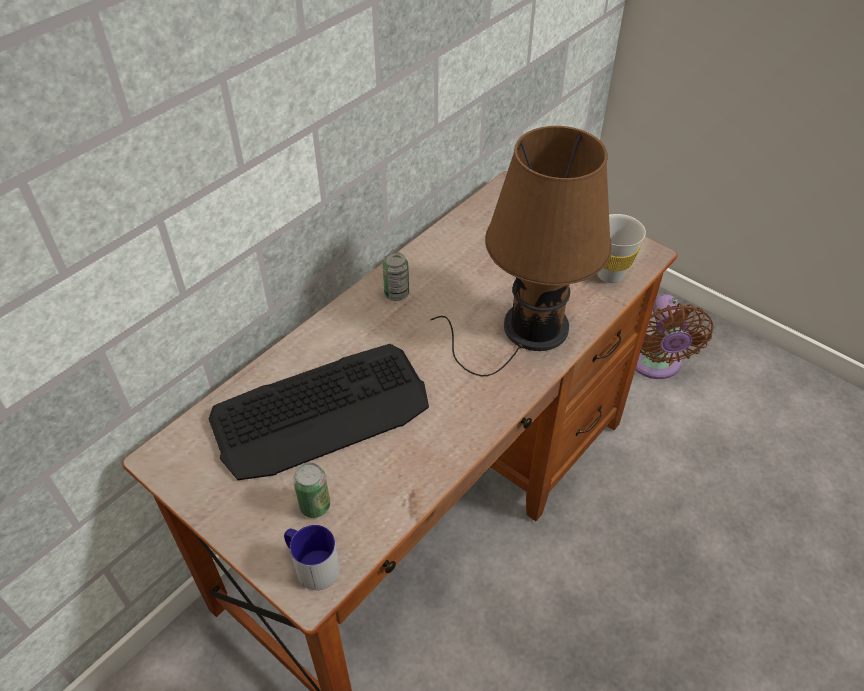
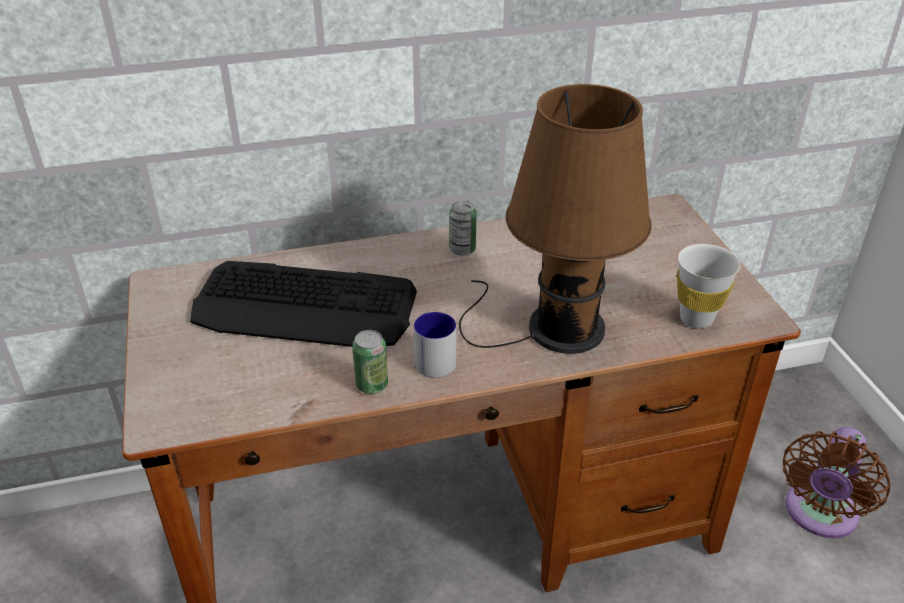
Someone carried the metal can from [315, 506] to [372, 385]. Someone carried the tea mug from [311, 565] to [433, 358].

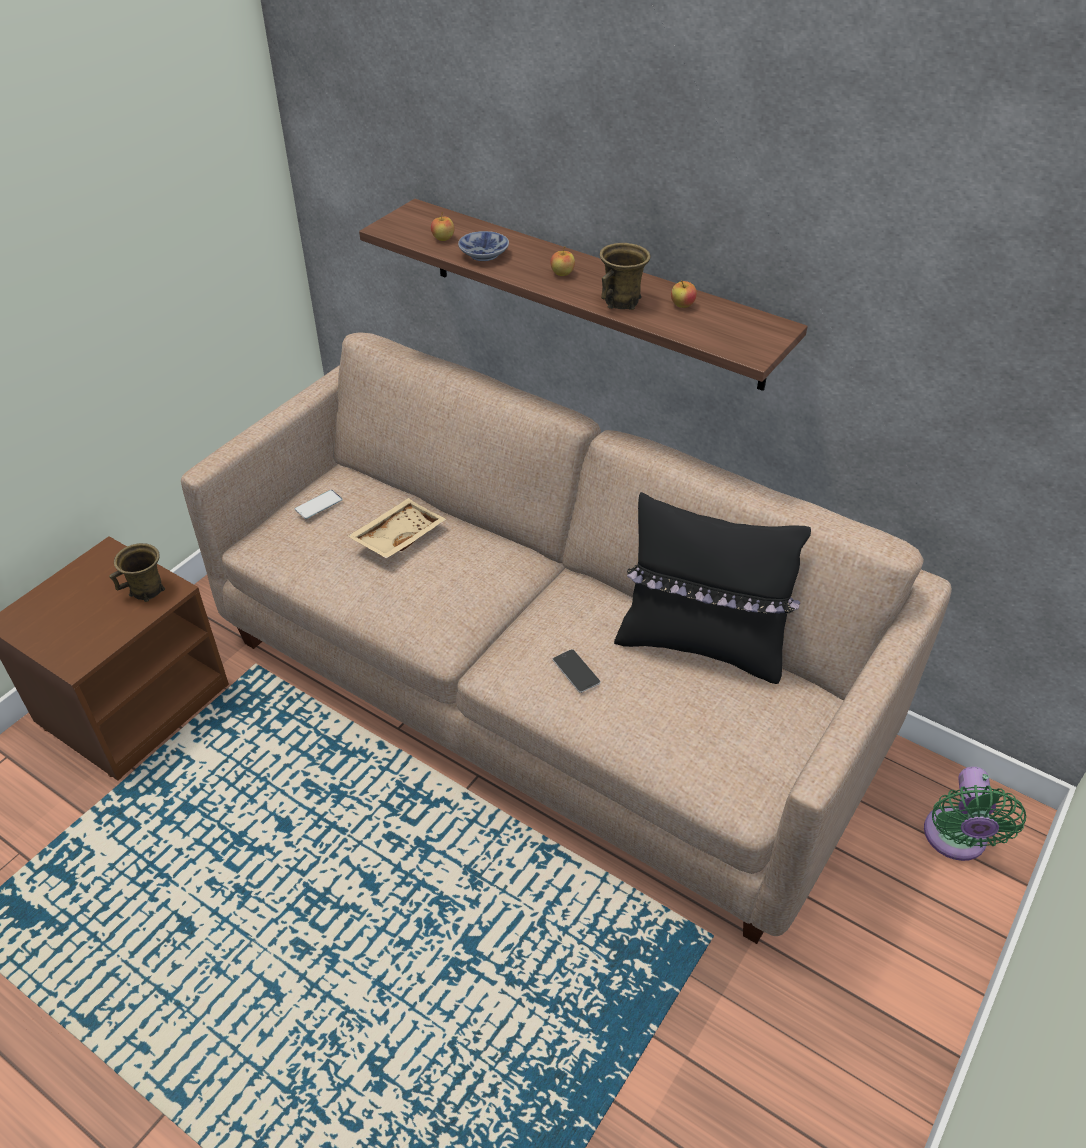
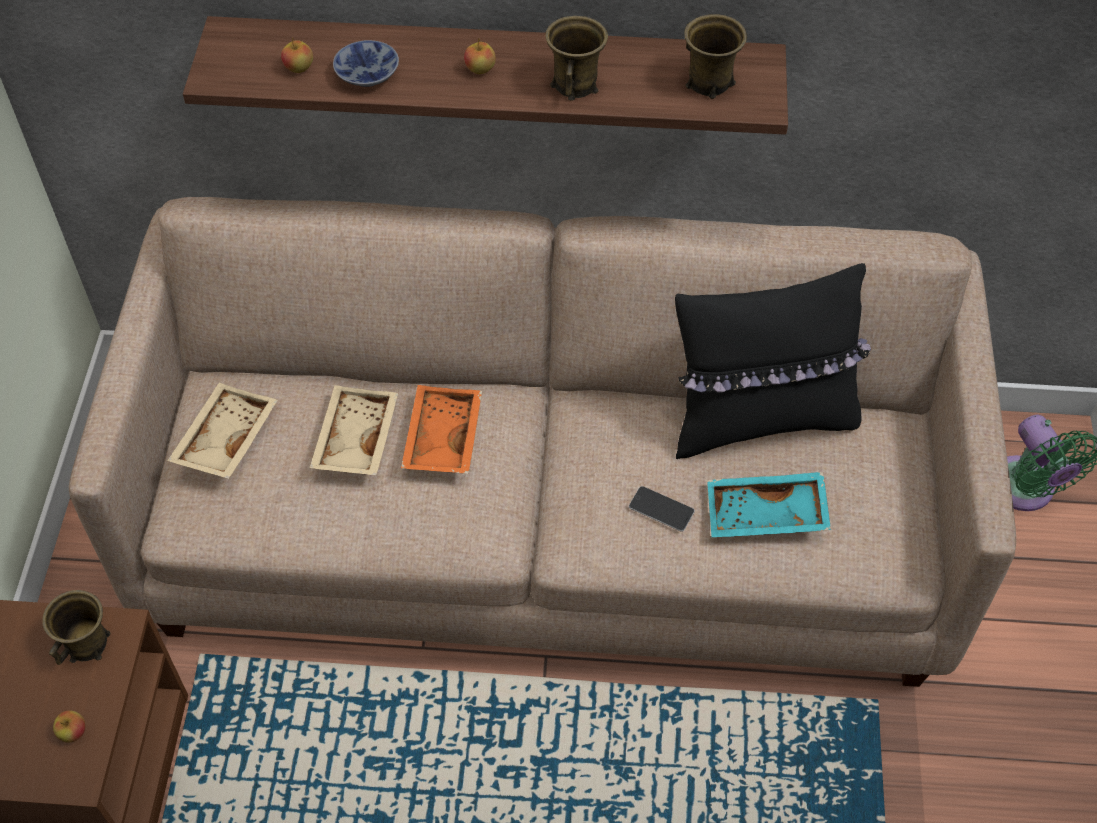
Someone carried the apple from [682, 305] to [73, 732]. Someone swapped the telephone at [318, 504] for the serving tray (beige) at [224, 438]. Someone put down the serving tray (orange) at [441, 438]. Someone put down the tea mug (brownish) at [708, 83]. Someone put down the serving tray (blue-green) at [765, 516].

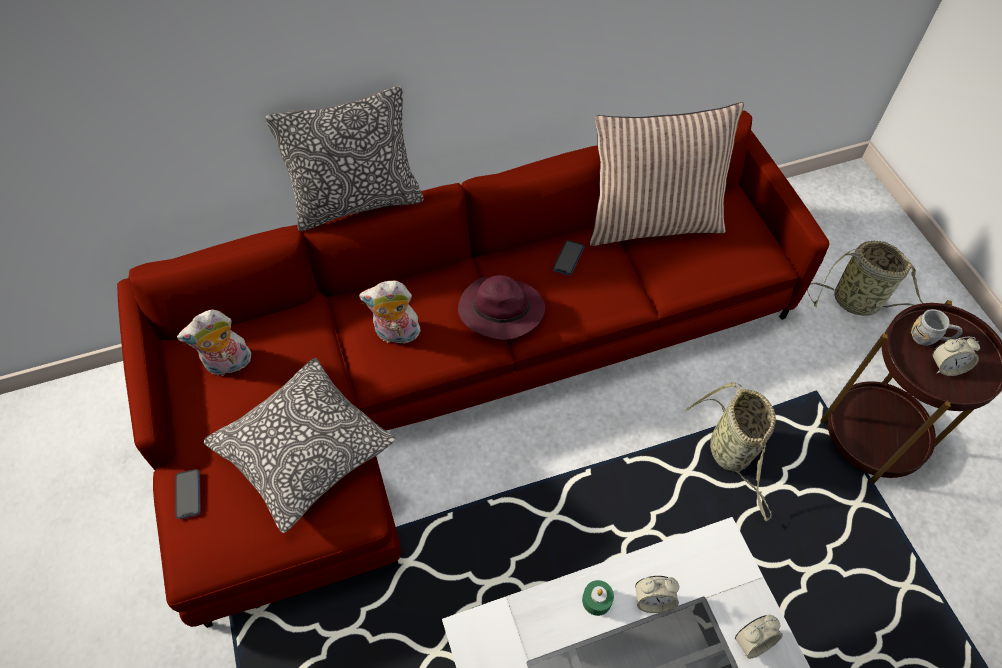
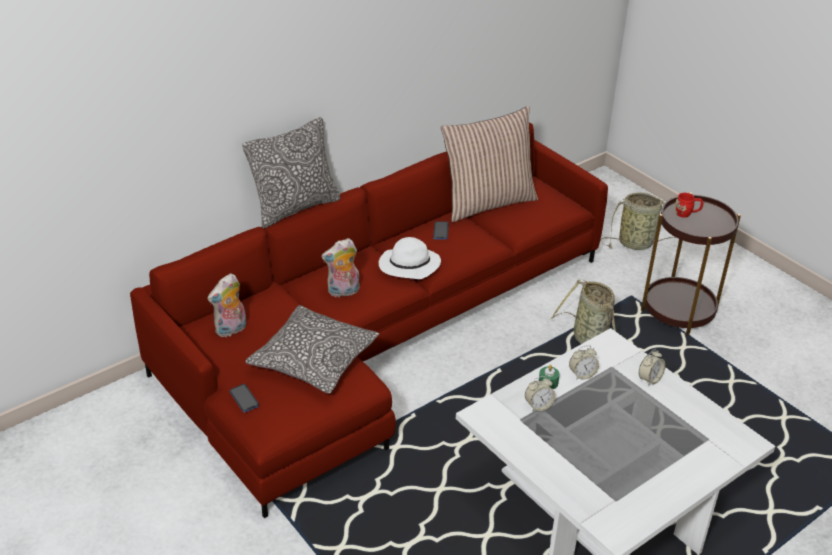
Someone repainted the clothing hat (purple-coloured) at [499, 311], which became the clothing hat (white) at [408, 266]. Someone carried the alarm clock from [946, 367] to [538, 406]. Someone repainted the tea mug (grey) at [929, 338], which became the tea mug (red-coloured) at [687, 213].

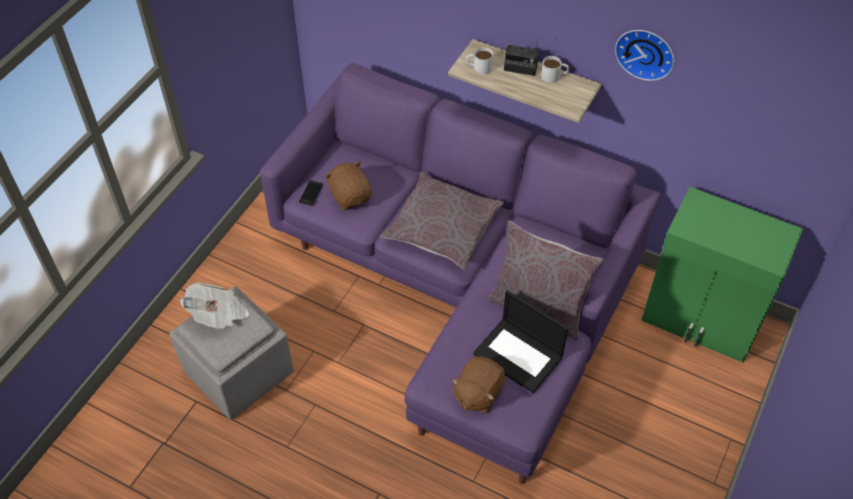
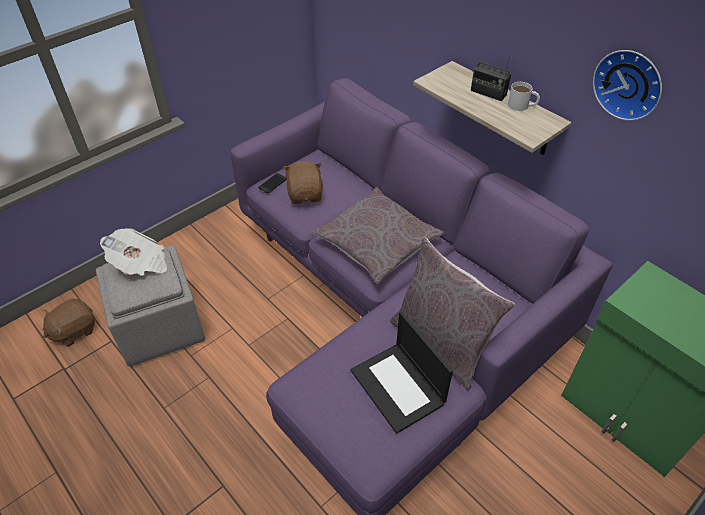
Someone carried the cuddly toy (brownish) from [477, 393] to [74, 330]. Someone took away the tea mug (white) at [479, 67].

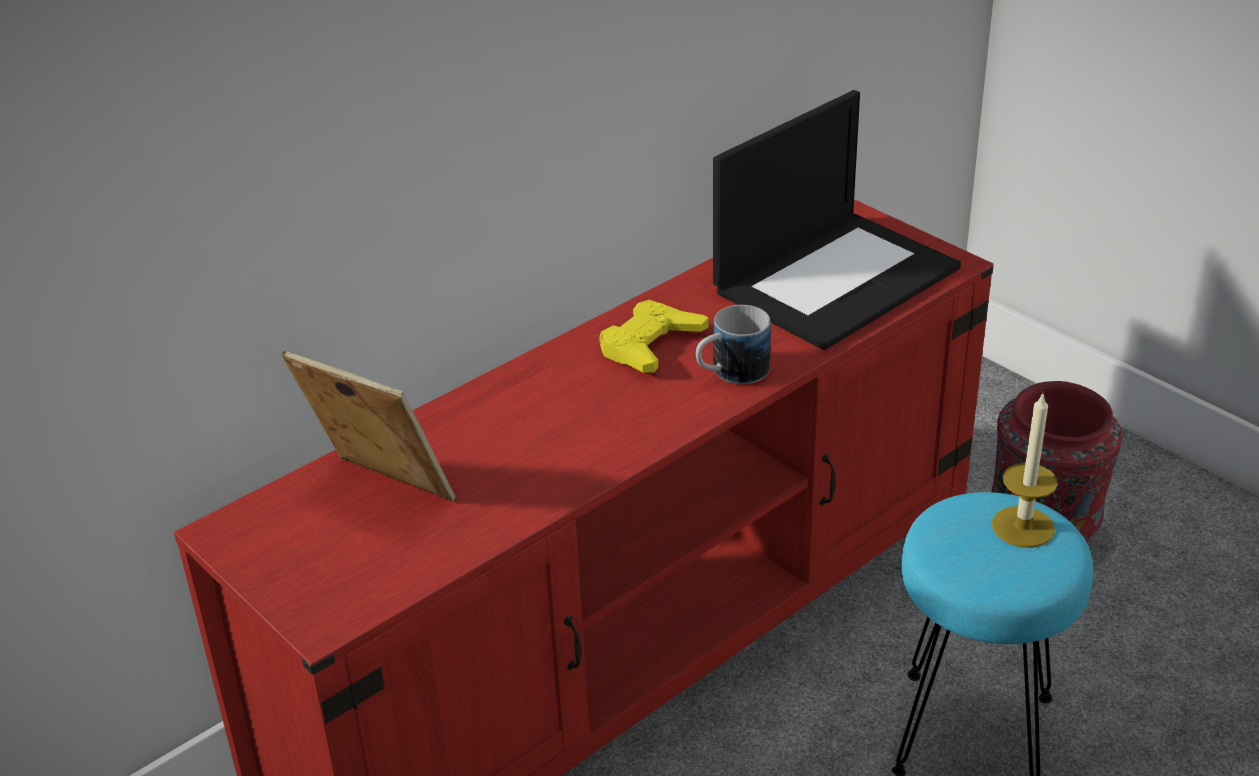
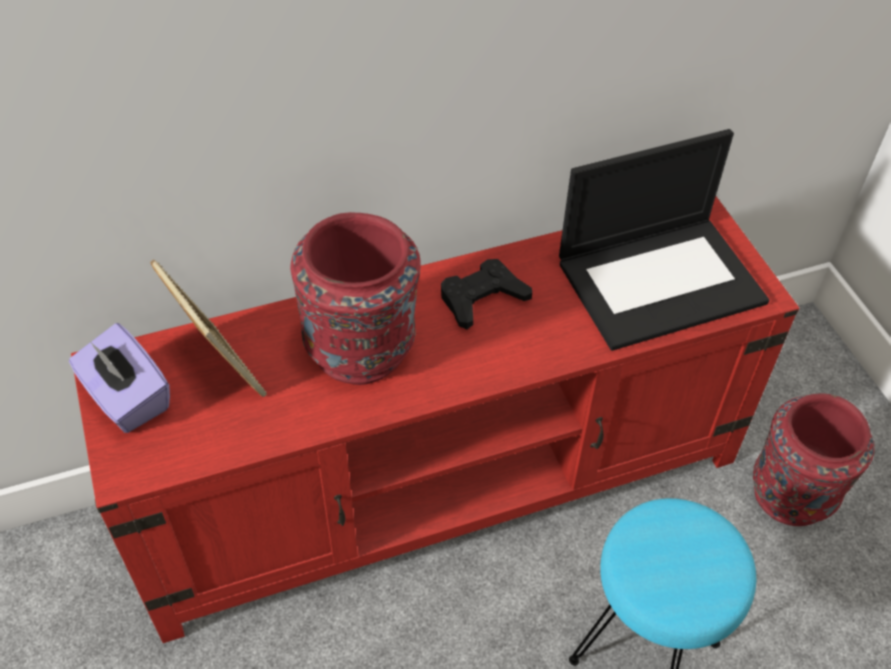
Someone put down the box of tissues (purple-coloured) at [127, 398]. Someone put down the flower vase (red-coloured) at [362, 349]. Someone repainted the joypad (yellow) at [650, 345], which became the joypad (blackish) at [482, 298]. Someone took away the tea mug at [730, 373]. Someone took away the wax candle at [1023, 527].

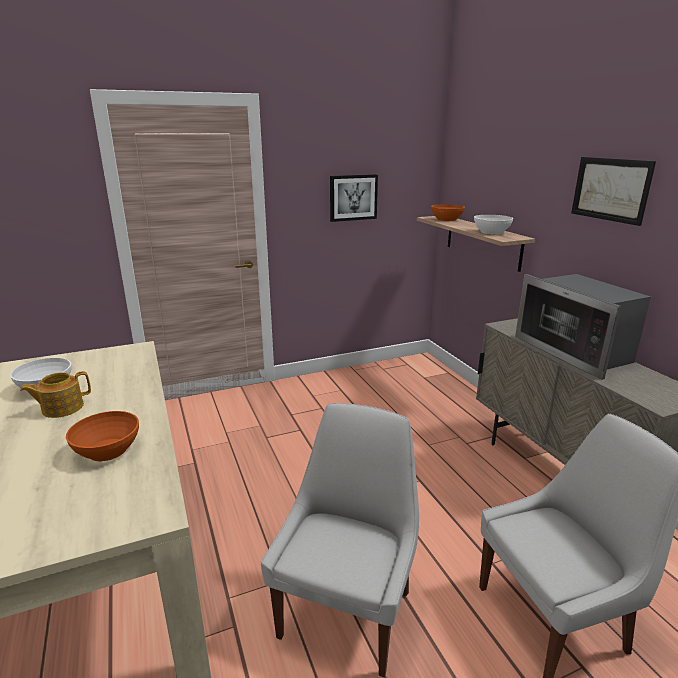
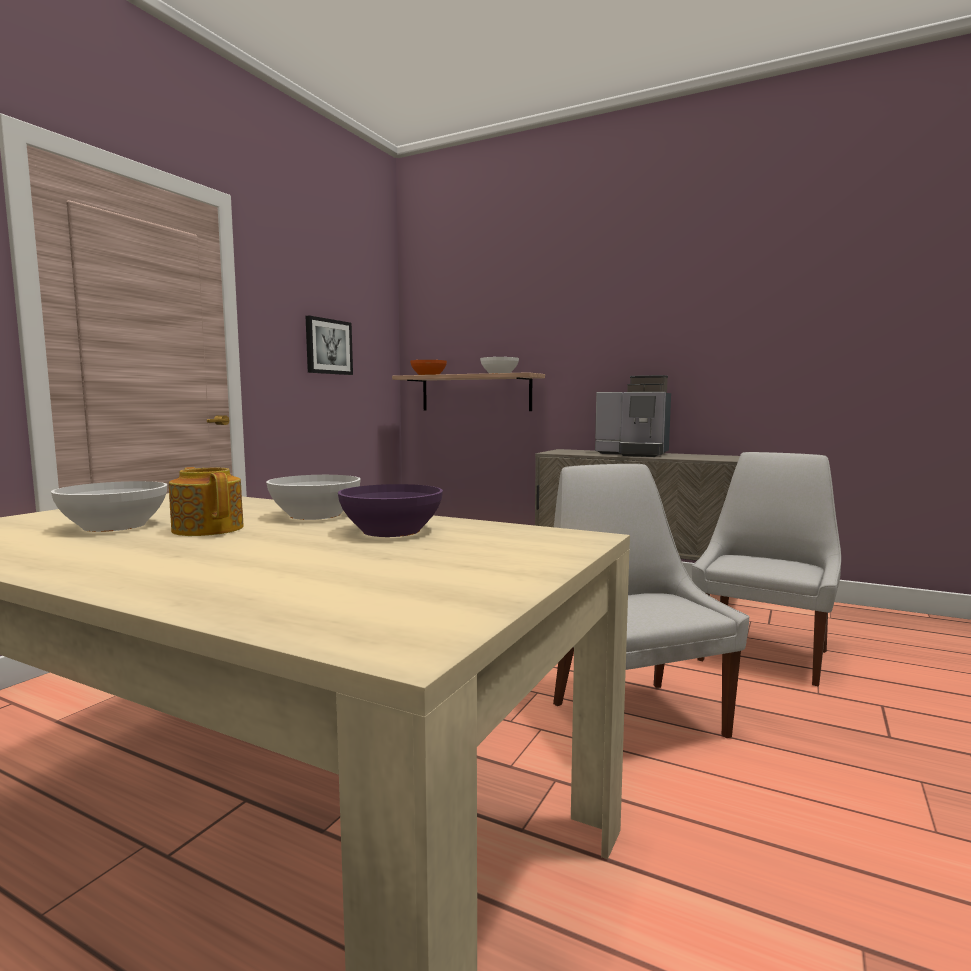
Someone rotated the teapot at [61, 408] by 120 degrees clockwise. Someone put down the serving bowl (white) at [315, 515]. Someone repainted the serving bowl (orange) at [108, 450], which became the serving bowl (purple-coloured) at [392, 530]. Someone swapped the microwave at [575, 351] for the coffee maker at [634, 454]. Someone took away the wall picture at [610, 189].

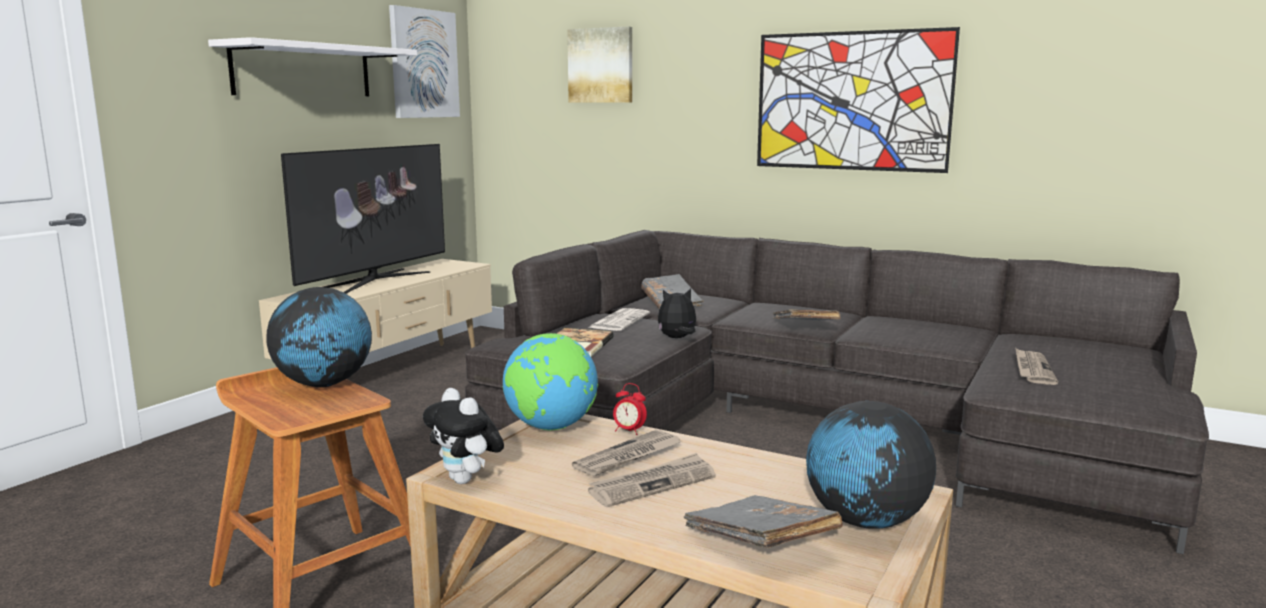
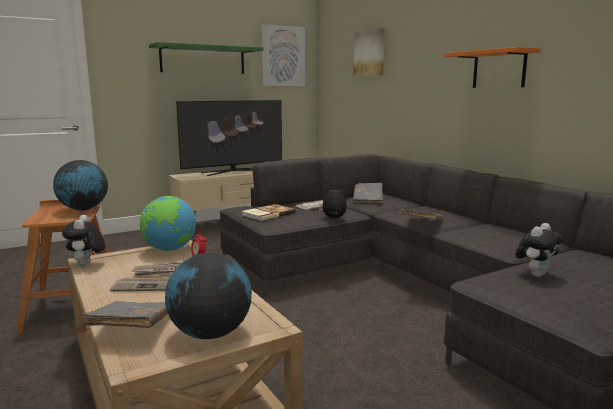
Someone repainted the shelf (white) at [303, 71], which became the shelf (green-coloured) at [203, 60]. Someone swapped the wall picture at [851, 101] for the shelf (orange) at [499, 69]. Someone swapped the newspaper at [1032, 369] for the cuddly toy at [535, 274].

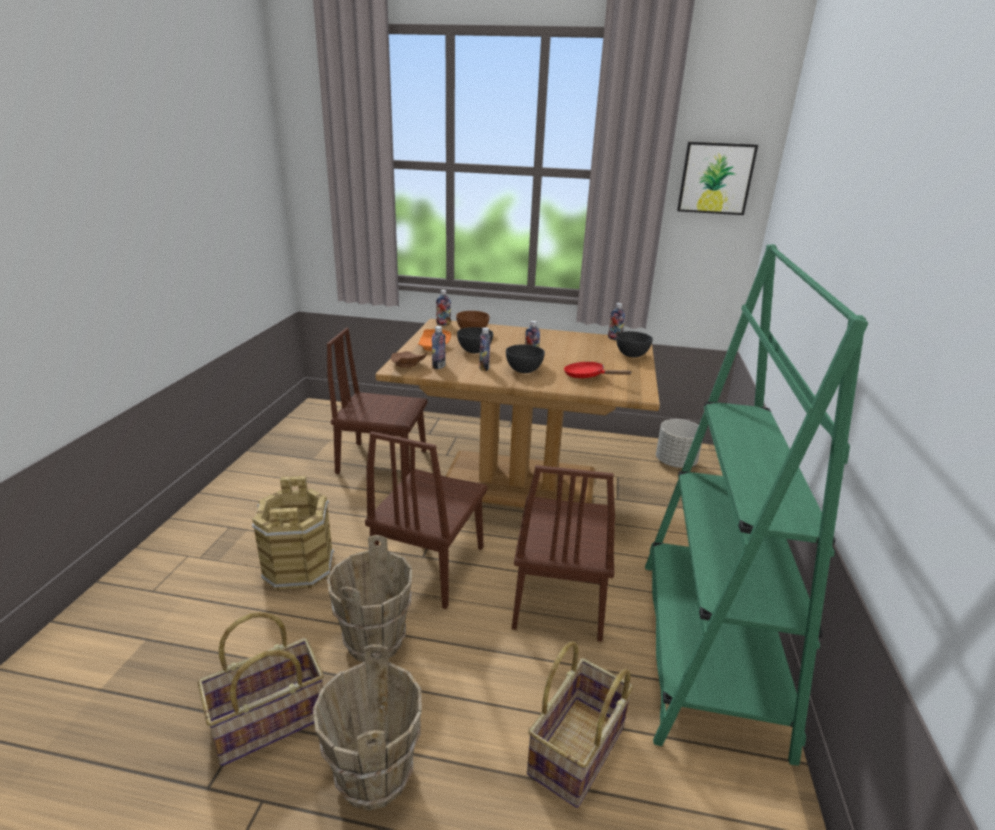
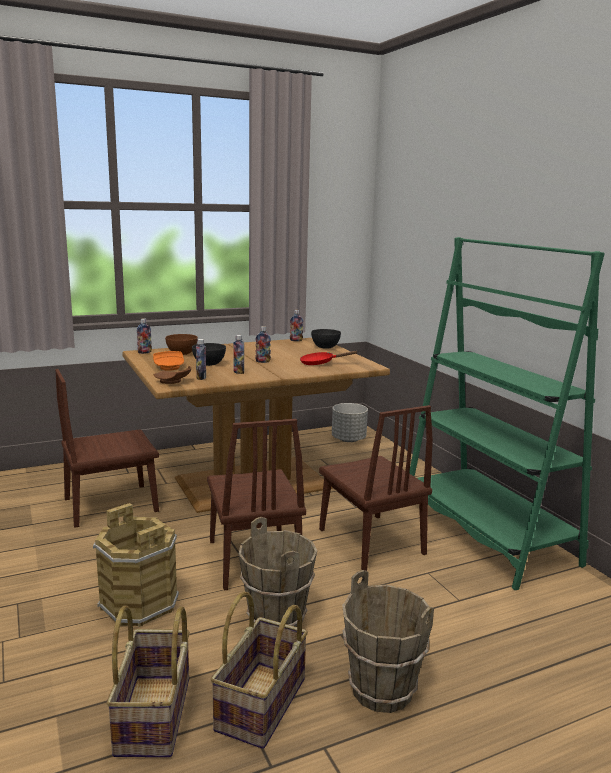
Someone carried the storage basket from [578, 751] to [155, 716]. Someone took away the serving bowl (grey) at [524, 370]. Someone took away the wall picture at [715, 178].

